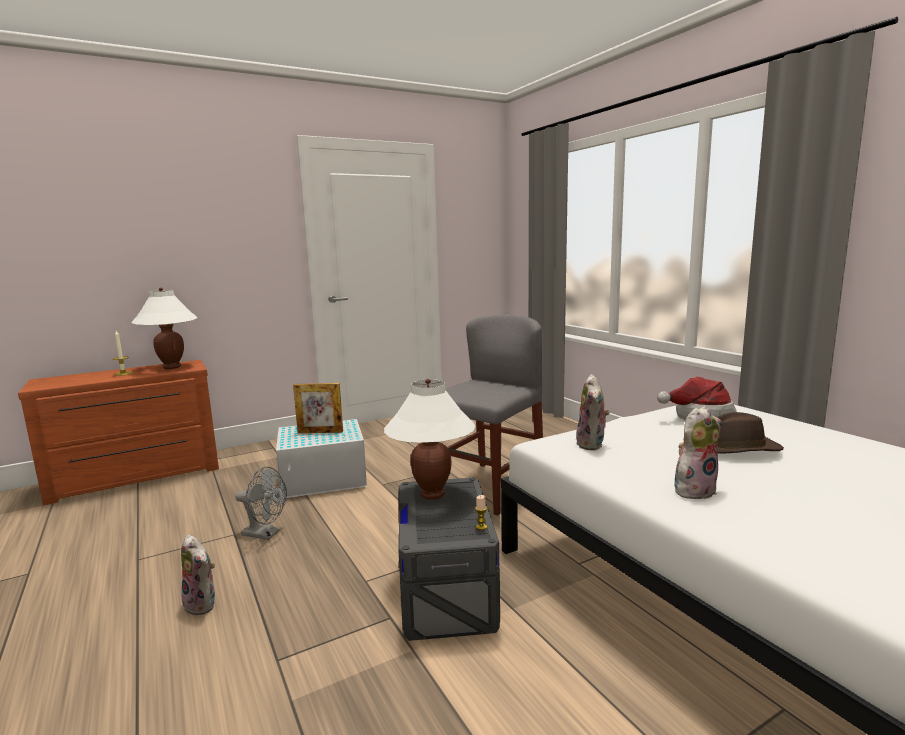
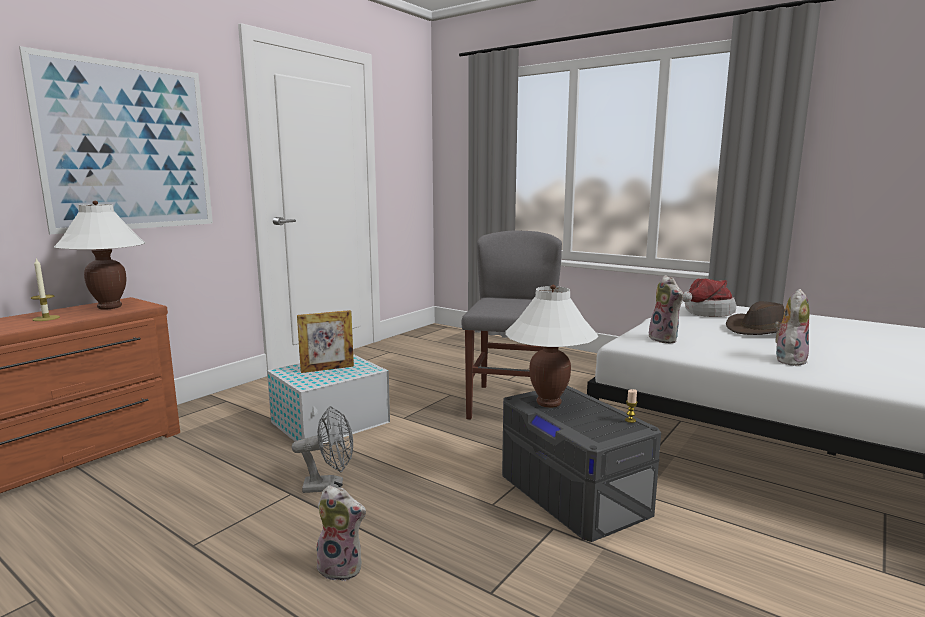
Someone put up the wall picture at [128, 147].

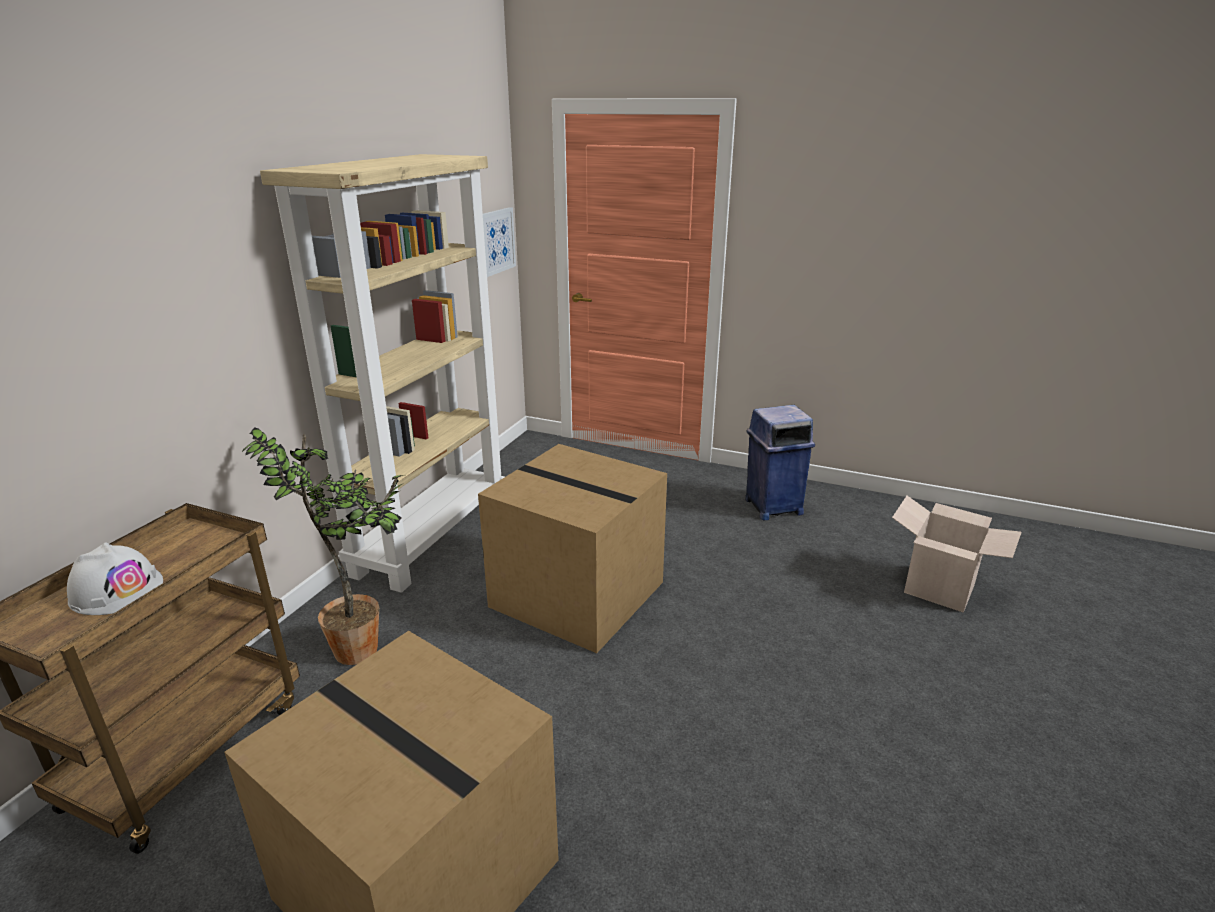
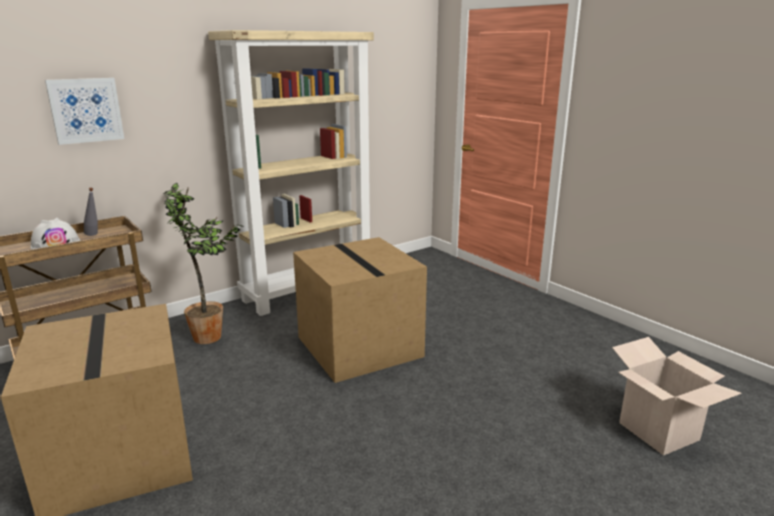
Someone carried the wall picture from [496, 241] to [86, 110]. Someone put down the beverage bottle (grey) at [94, 235]. Someone took away the trash can (blue-coloured) at [772, 507].

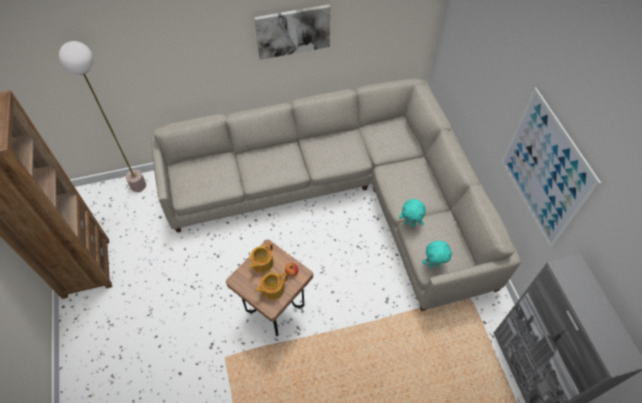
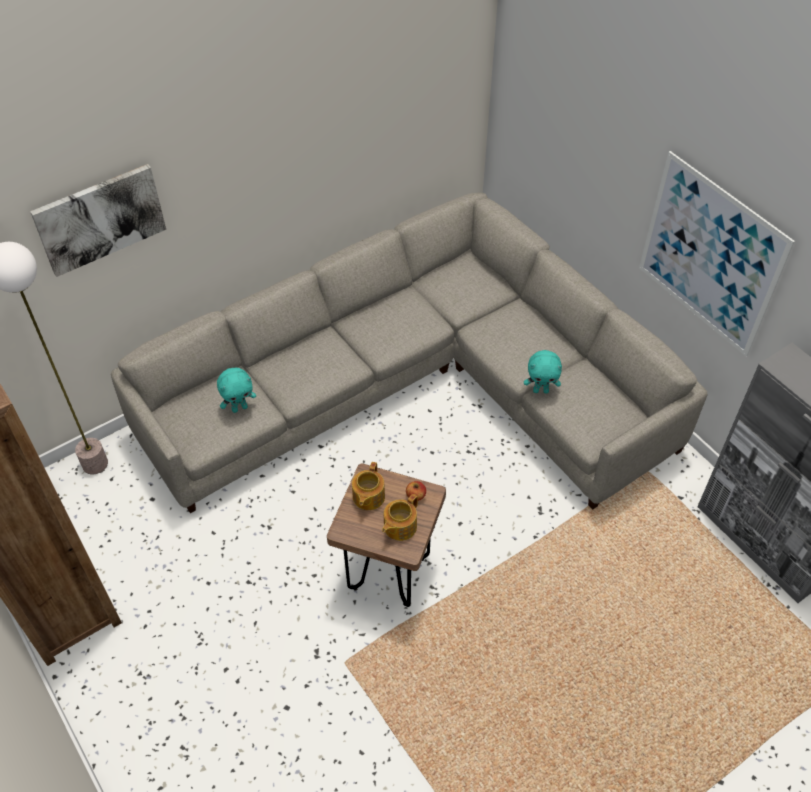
Someone carried the wall picture from [293, 31] to [100, 219]. Someone carried the cuddly toy (blue-green) from [434, 264] to [239, 408].

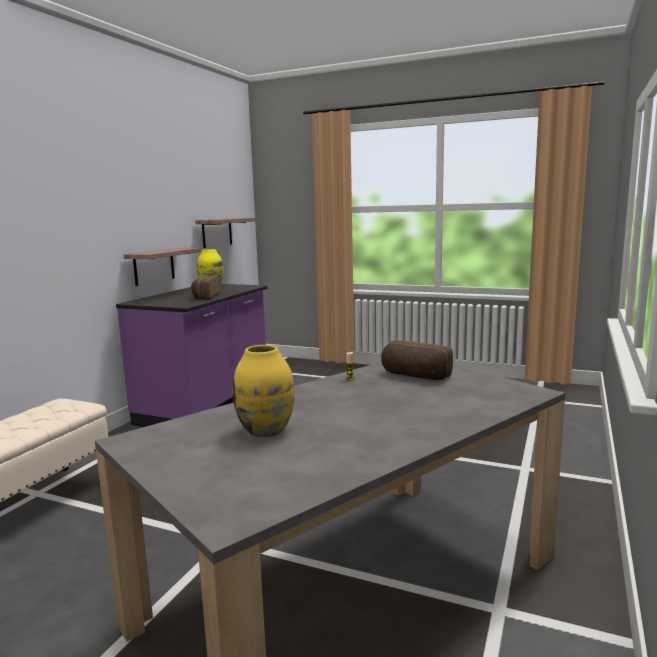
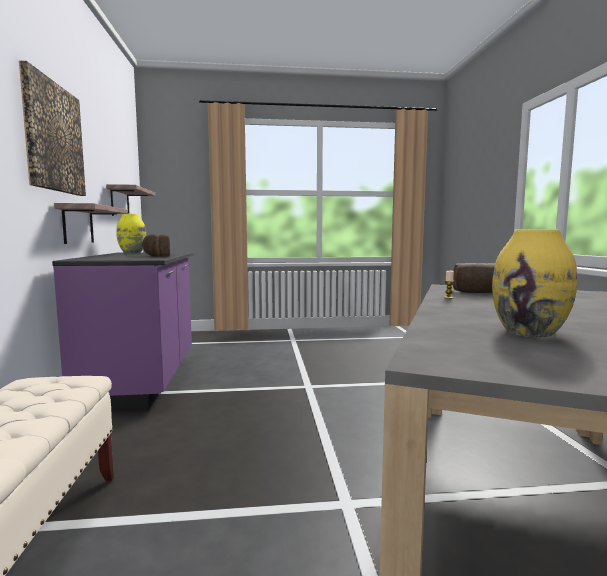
Someone put up the wall picture at [53, 137].

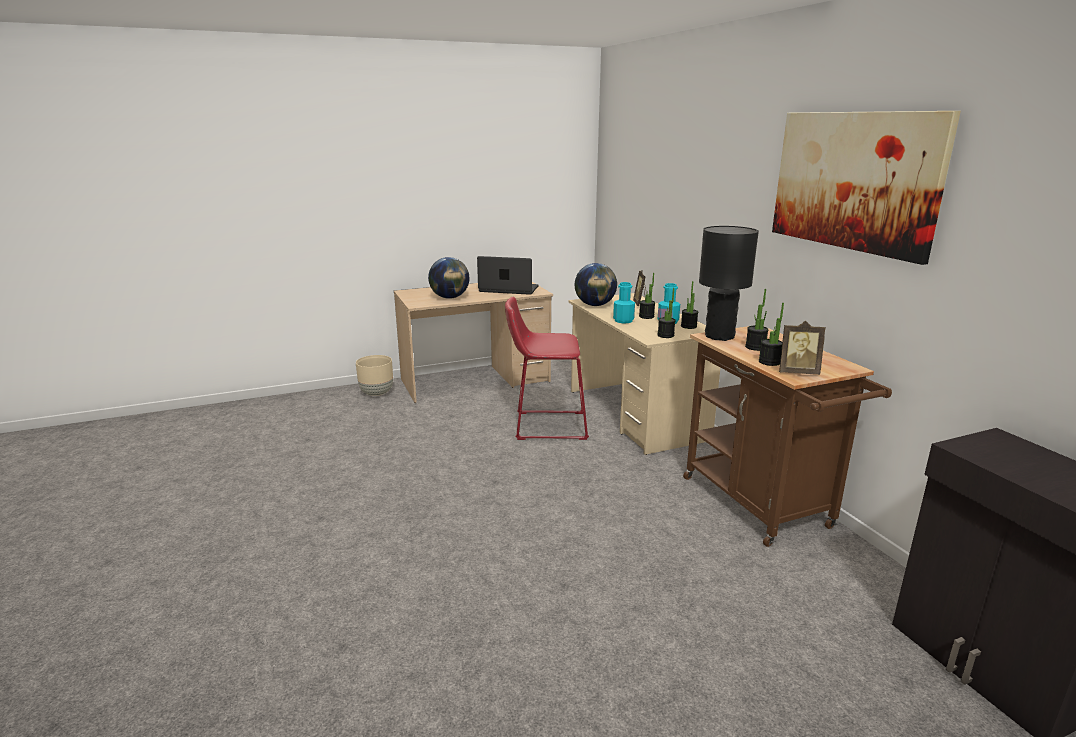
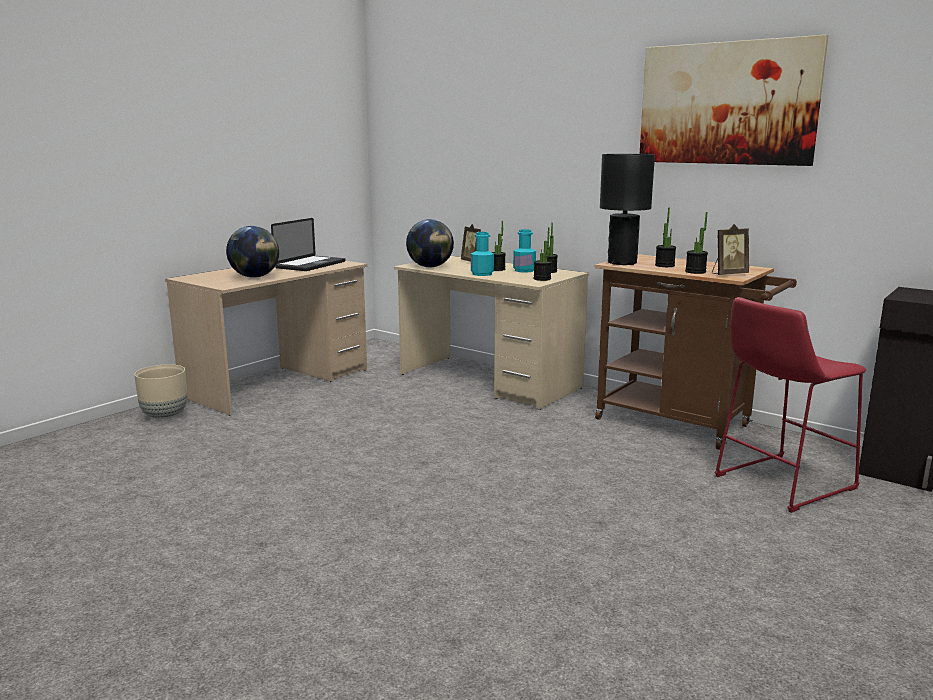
Someone rotated the laptop at [508, 289] by 135 degrees clockwise. Someone carried the sitting stool (red-coloured) from [546, 425] to [779, 483].

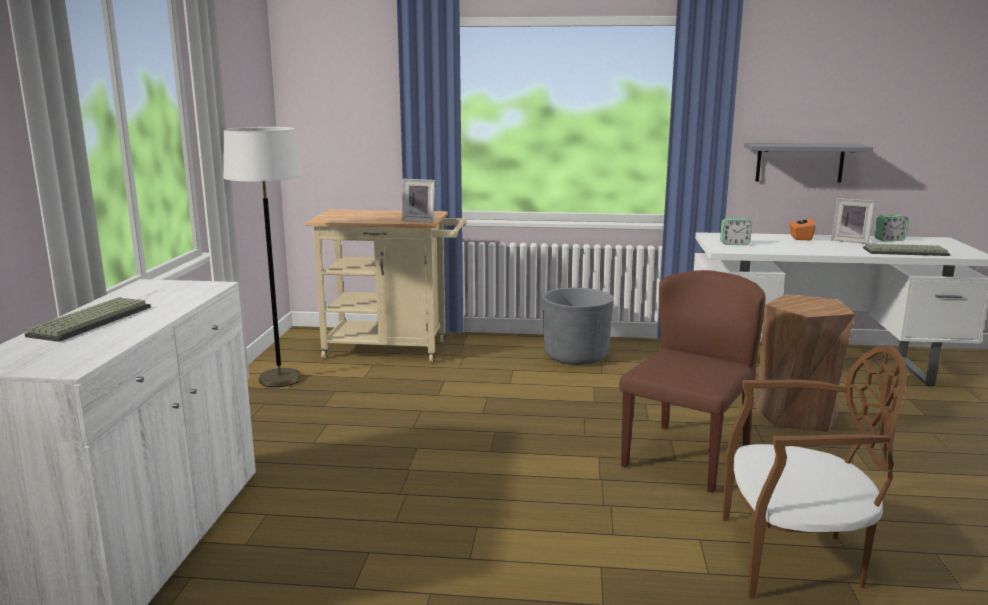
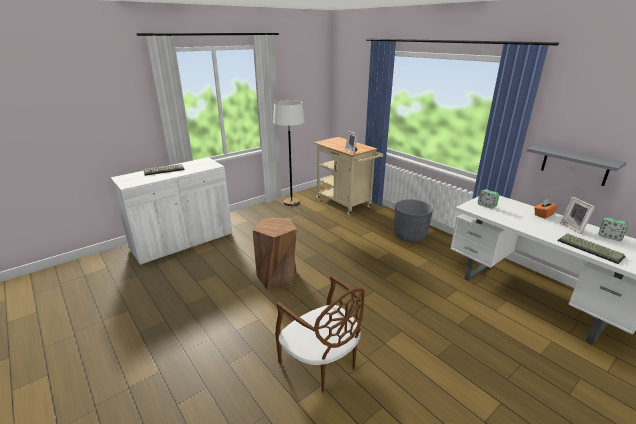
Someone carried the sitting stool (brownish) from [797, 415] to [277, 277]. Someone took away the plain chair (brownish) at [686, 456].

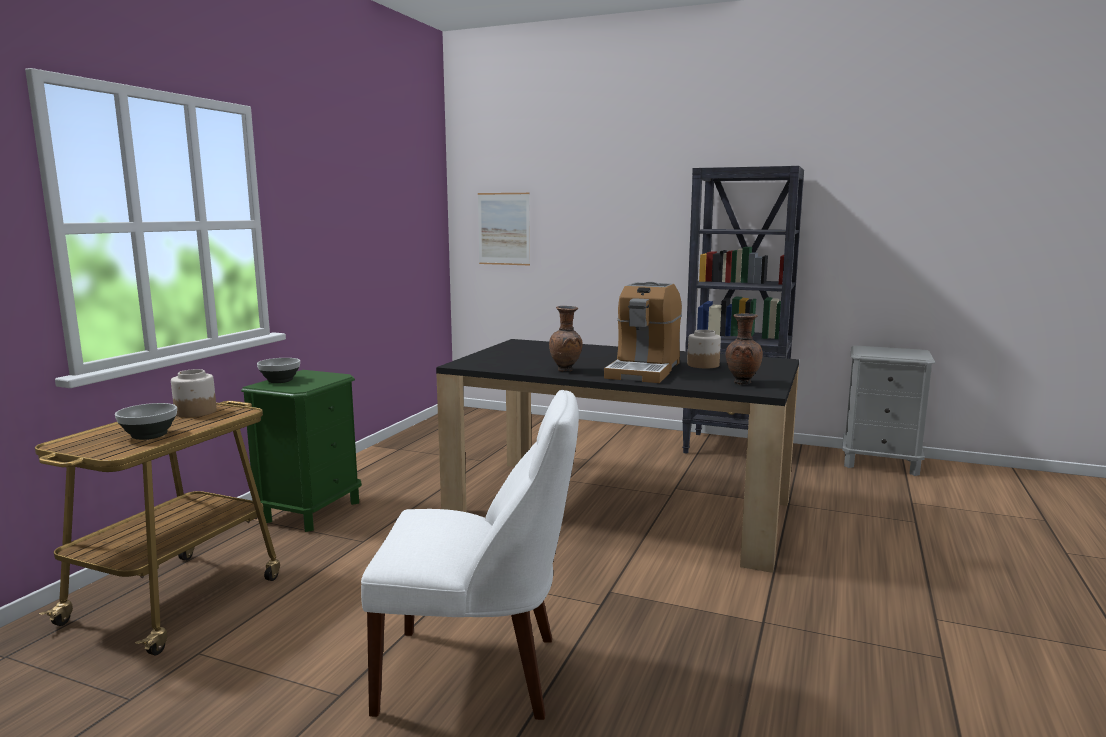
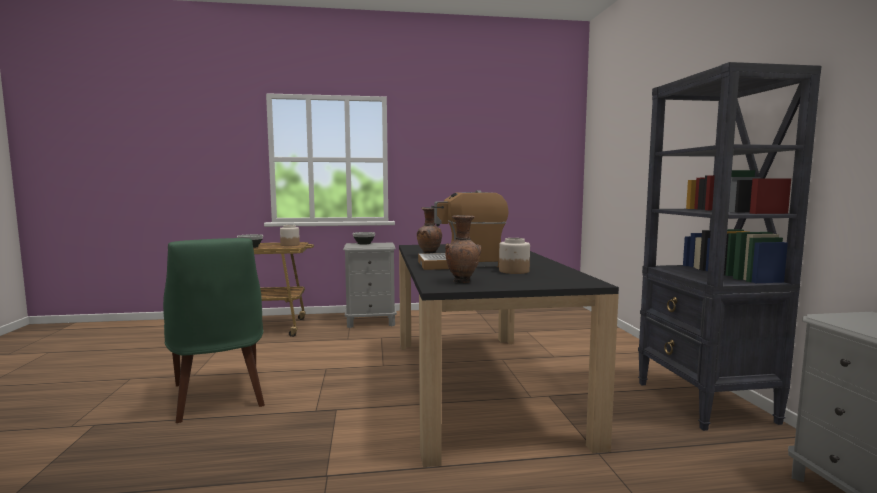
Someone repainted the plain chair (white) at [478, 674], which became the plain chair (green-coloured) at [219, 397]. Someone repainted the nightstand (green-coloured) at [311, 511], which became the nightstand (grey) at [371, 322]. Someone took away the wall picture at [504, 229].

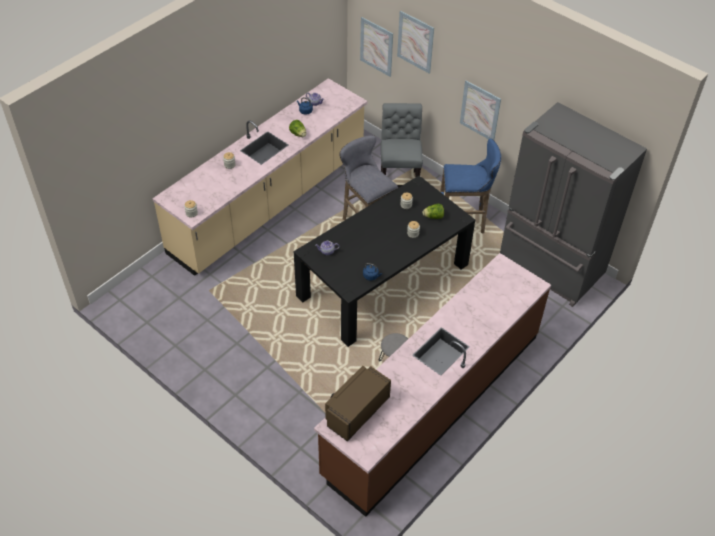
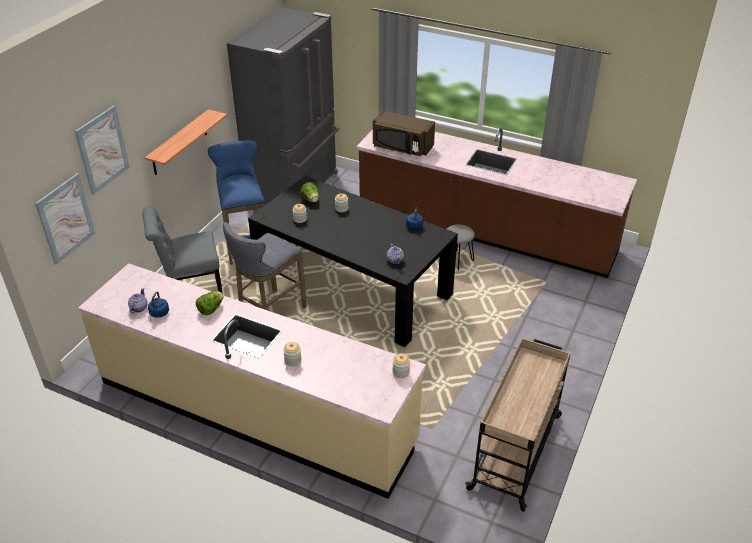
Someone swapped the wall picture at [480, 111] for the shelf at [179, 143]. Someone carried the microwave (brownish) from [356, 411] to [402, 147]. Someone put down the cart (beige) at [516, 450].

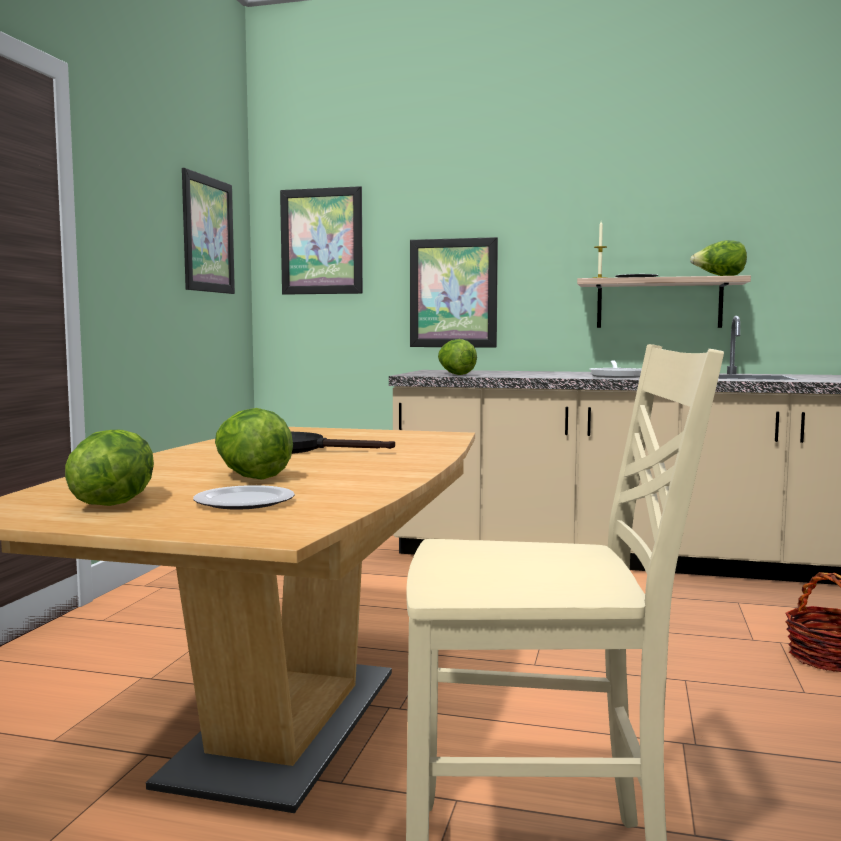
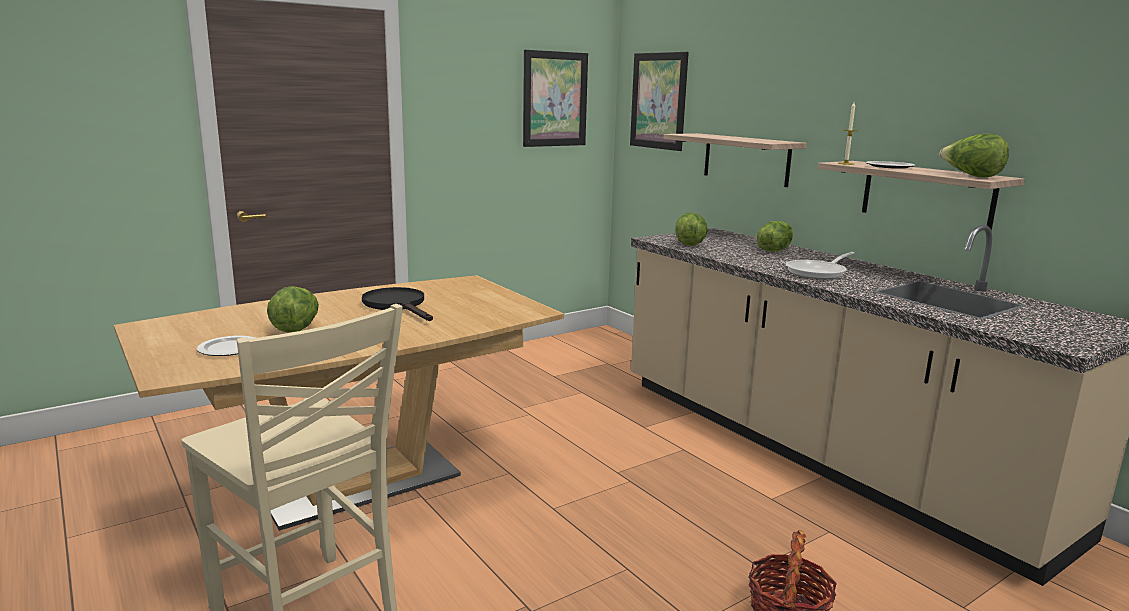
Someone swapped the wall picture at [453, 293] for the shelf at [746, 159]. Someone carried the head of lettuce from [114, 502] to [774, 250].

